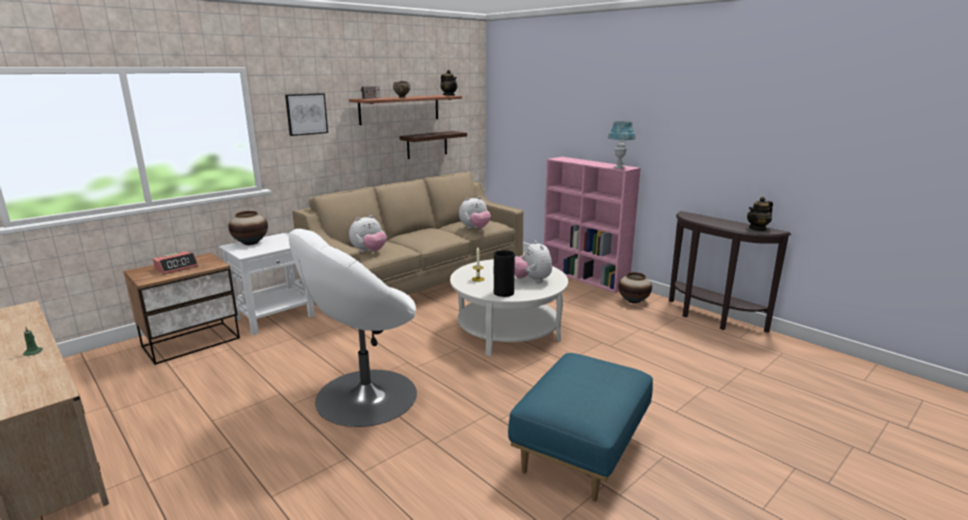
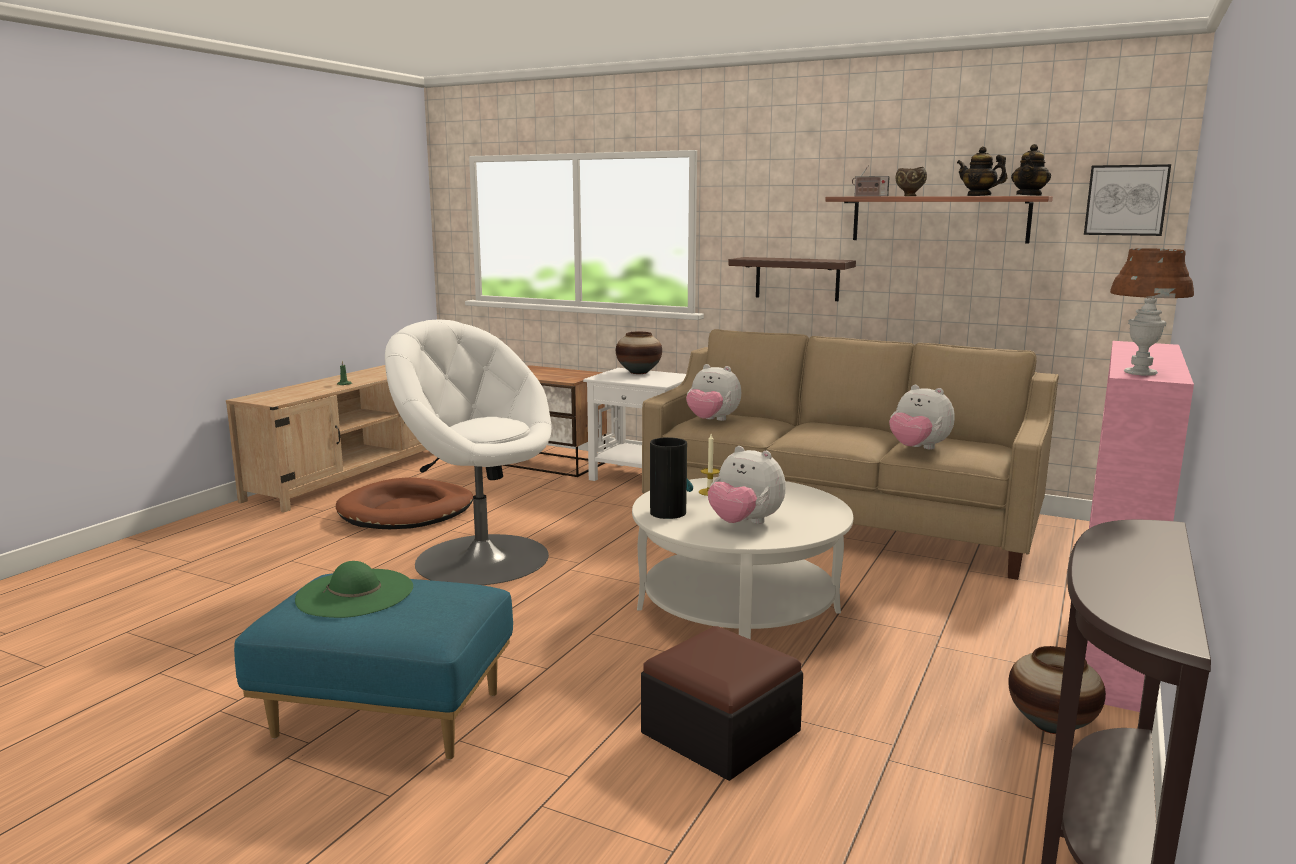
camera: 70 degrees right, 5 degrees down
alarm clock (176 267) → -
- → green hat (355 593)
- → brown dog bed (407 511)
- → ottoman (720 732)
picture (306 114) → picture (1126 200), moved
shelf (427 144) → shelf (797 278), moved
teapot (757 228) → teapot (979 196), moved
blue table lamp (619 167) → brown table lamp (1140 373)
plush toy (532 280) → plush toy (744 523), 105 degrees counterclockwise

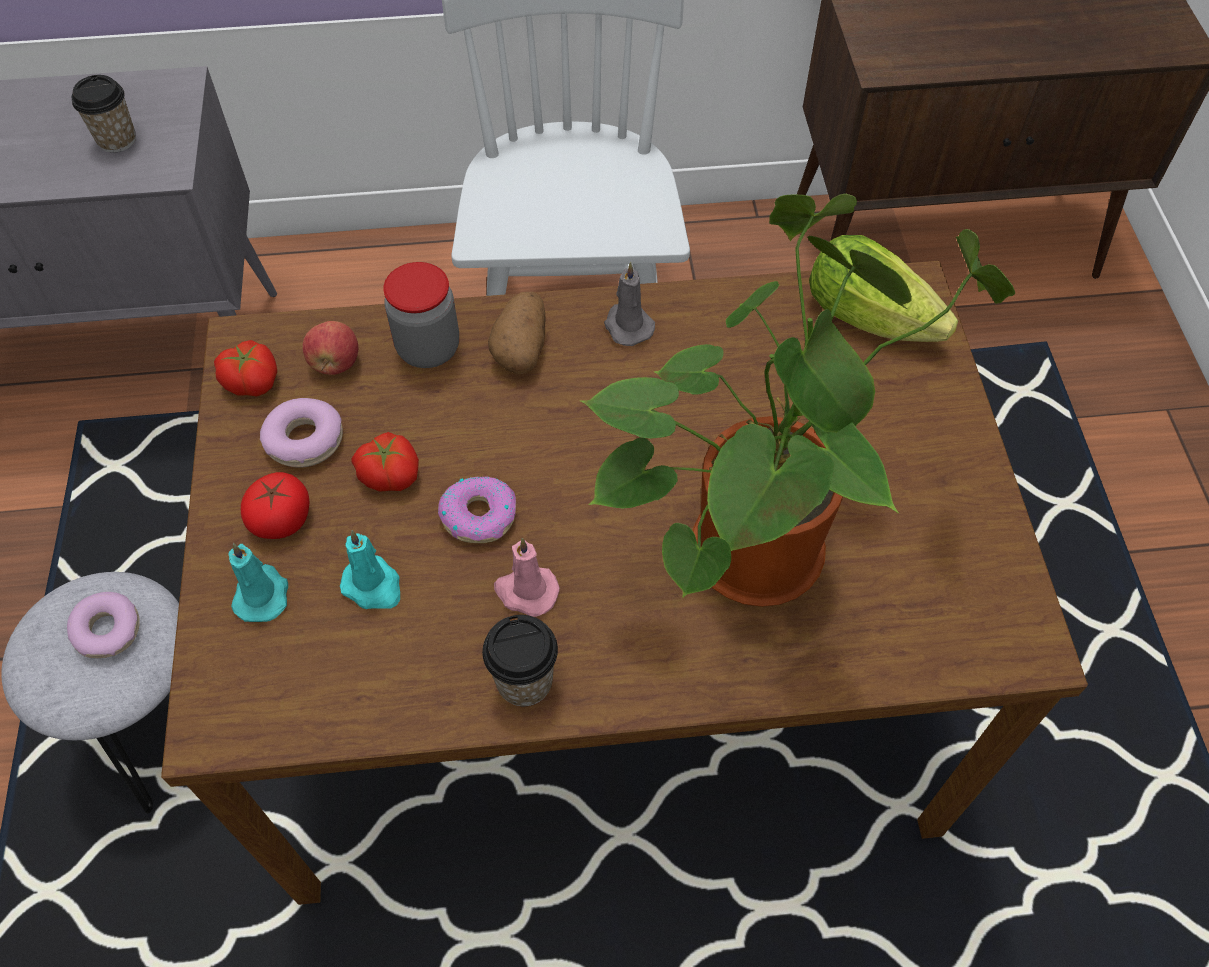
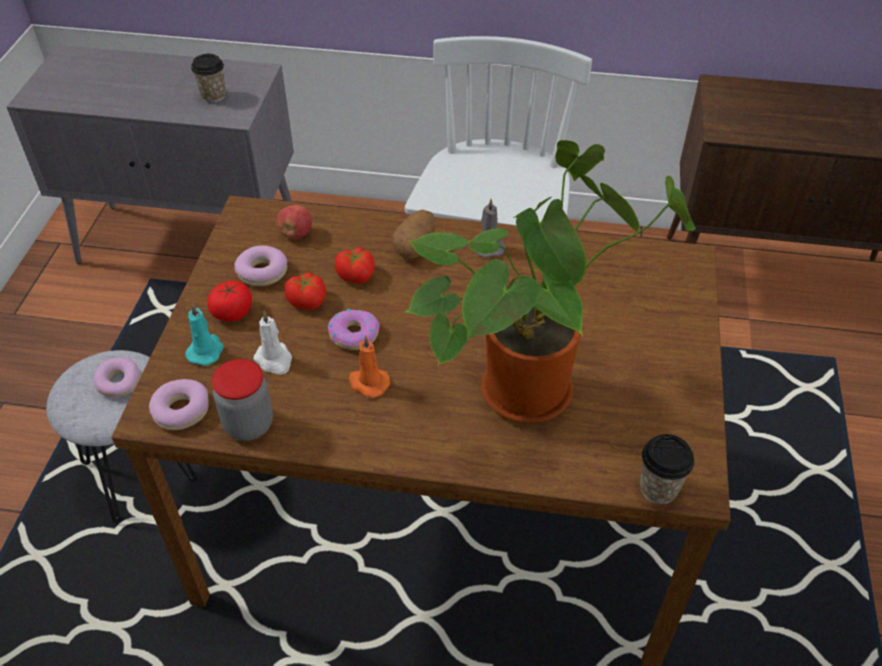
camera: 15 degrees right, 10 degrees down
lettuce (877 320) → -
- → donut (181 410)
tomato (253 380) → tomato (357 274), moved
jar (428 348) → jar (248 424), moved
cup (524 681) → cup (658 488), moved
turquoise candle (373 586) → white candle (274 360)
pink candle (525 591) → orange candle (368 383)

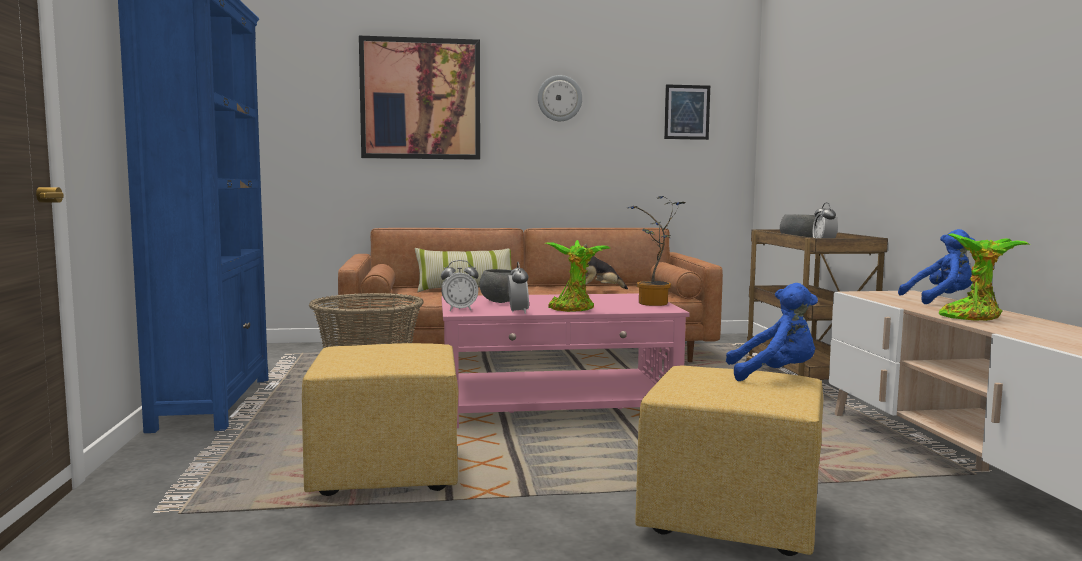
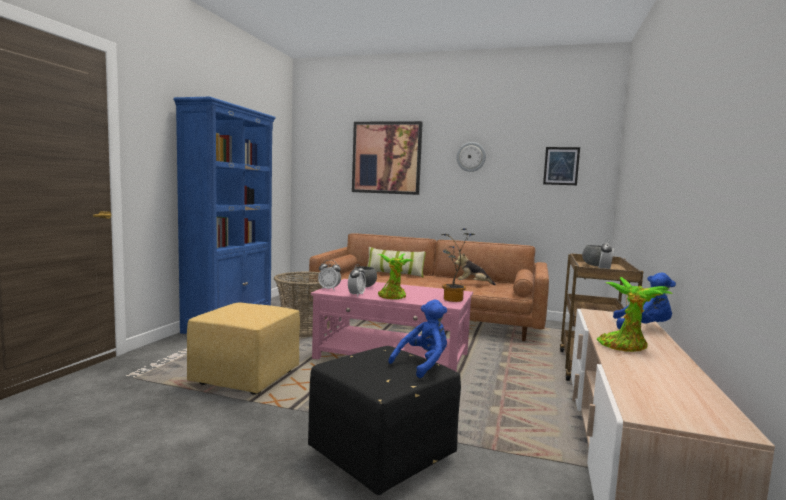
camera: 25 degrees right, 0 degrees up
yellow ottoman (733 520) → black ottoman (382 457)
blue plush toy (774 375) → blue plush toy (423 364), 75 degrees counterclockwise

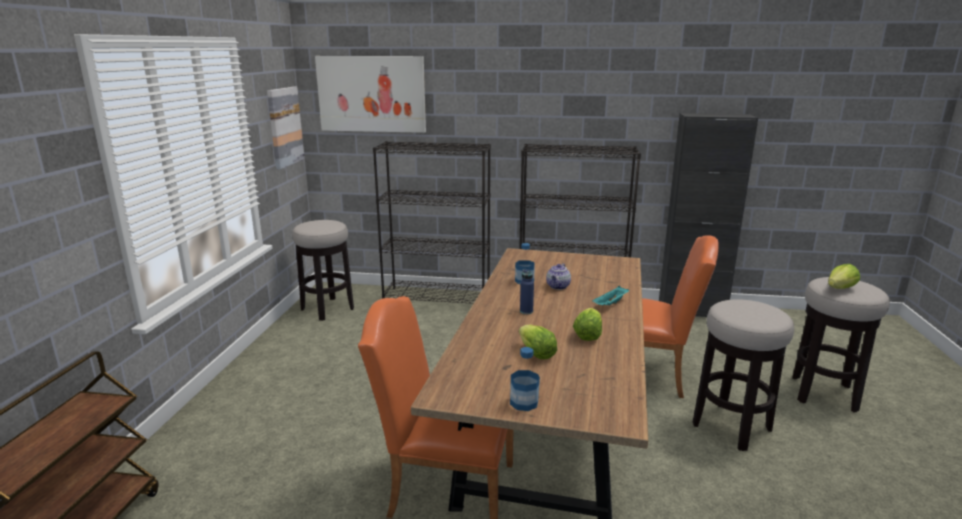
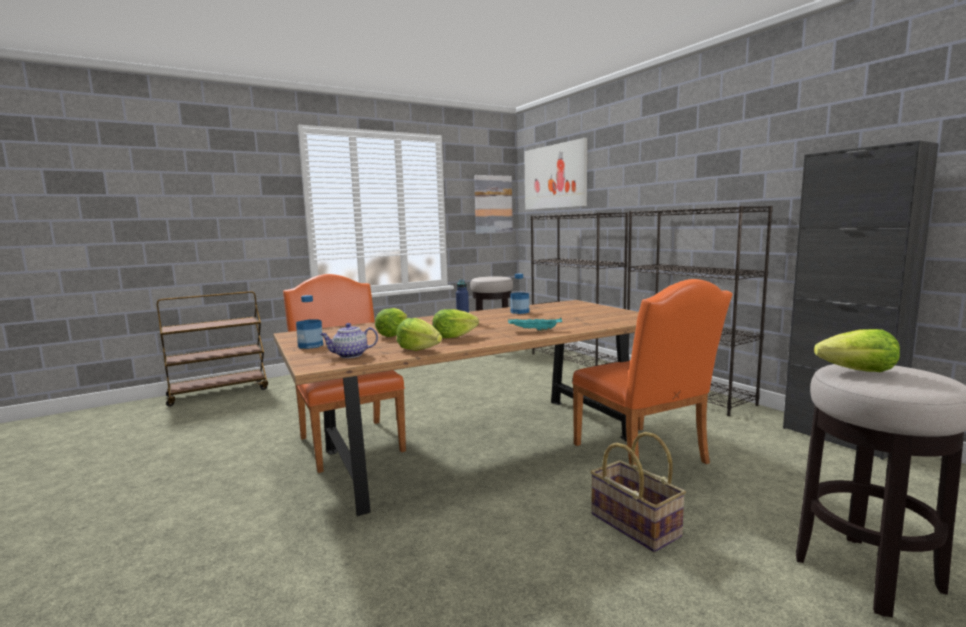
camera: 50 degrees right, 10 degrees down
- → lettuce (419 350)
teapot (558 287) → teapot (350 355), moved
stool (731 427) → basket (633 525)

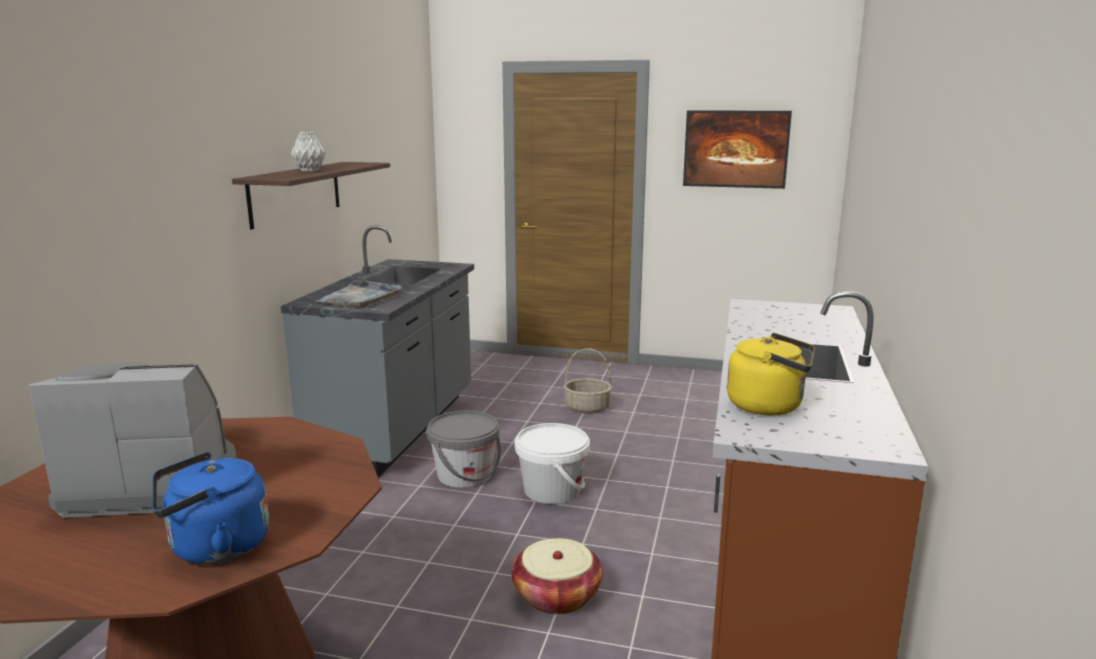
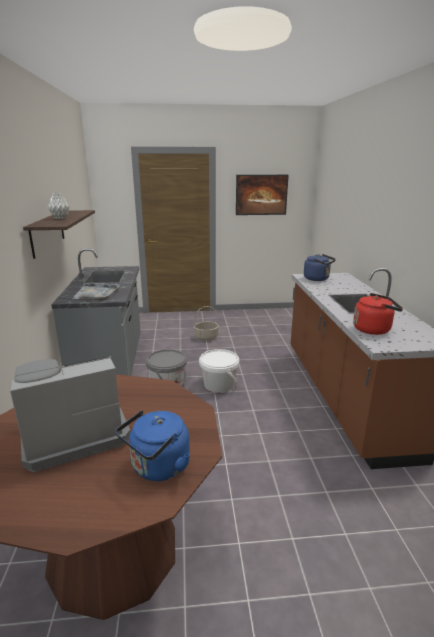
camera: 20 degrees left, 5 degrees up
basket (557 595) → -
- → blue kettle (318 279)
yellow kettle (769 406) → red kettle (373 329)

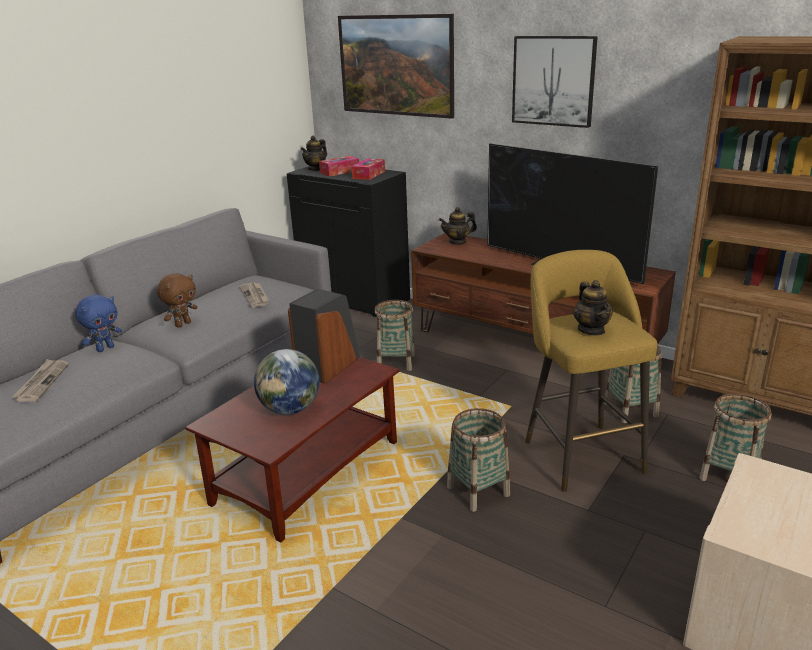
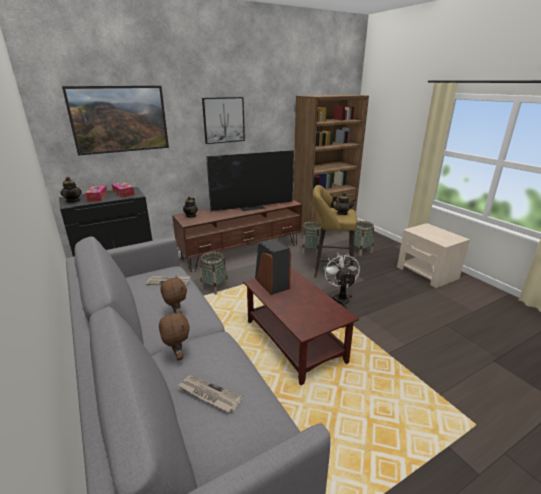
camera: 65 degrees left, 0 degrees up
globe (290 409) → -
basket (478 491) → white fan (340 298)
blue plush toy (105 348) → brown plush toy (177 355)

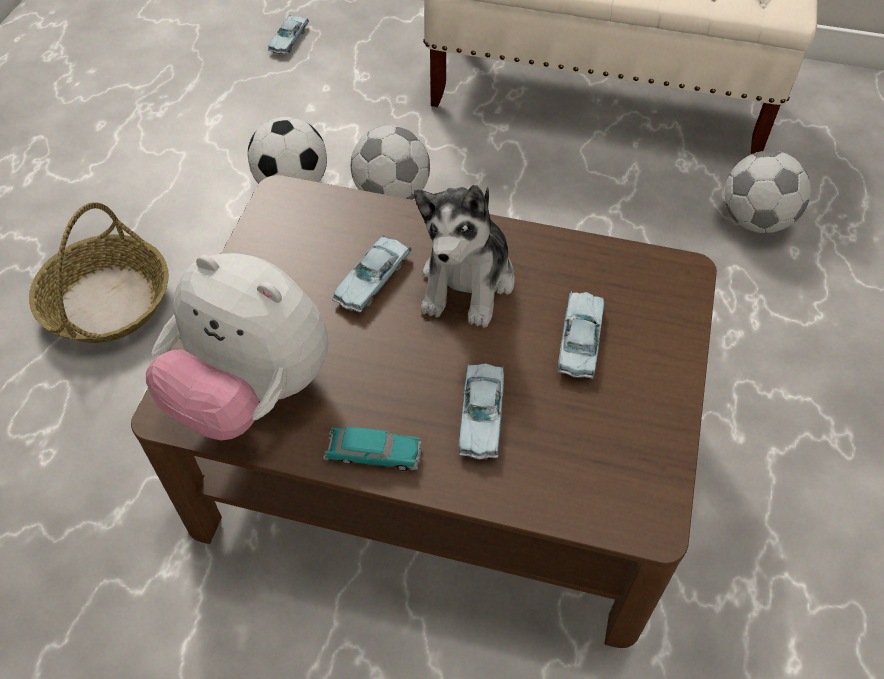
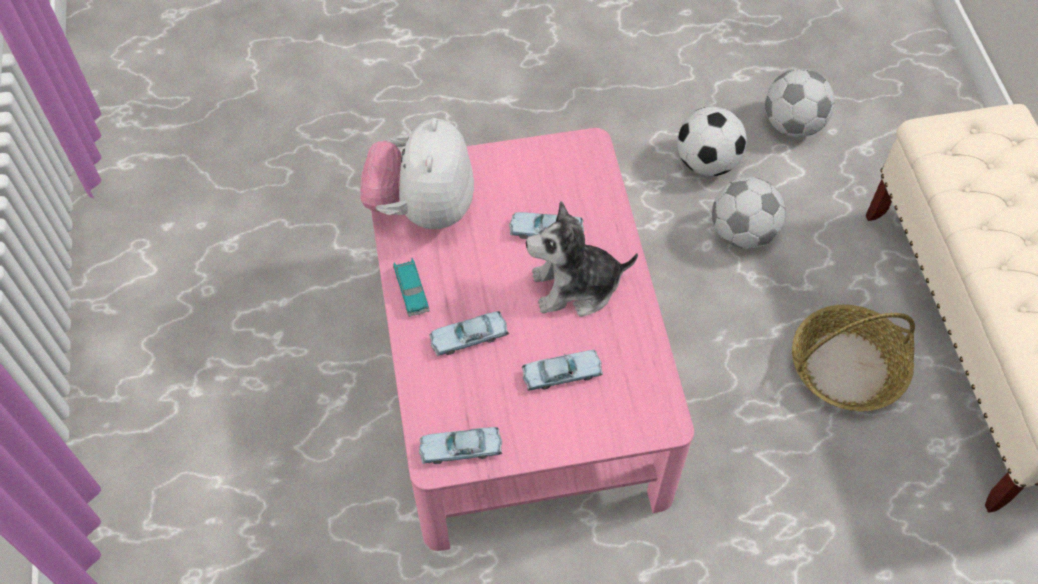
camera: 65 degrees right, 5 degrees up
basket (108 303) → basket (846 368), moved
blue toy car (289 40) → blue toy car (460 448), moved
football (755 220) → football (792 125), moved
brown coffee table (442 451) → pink coffee table (519 371)

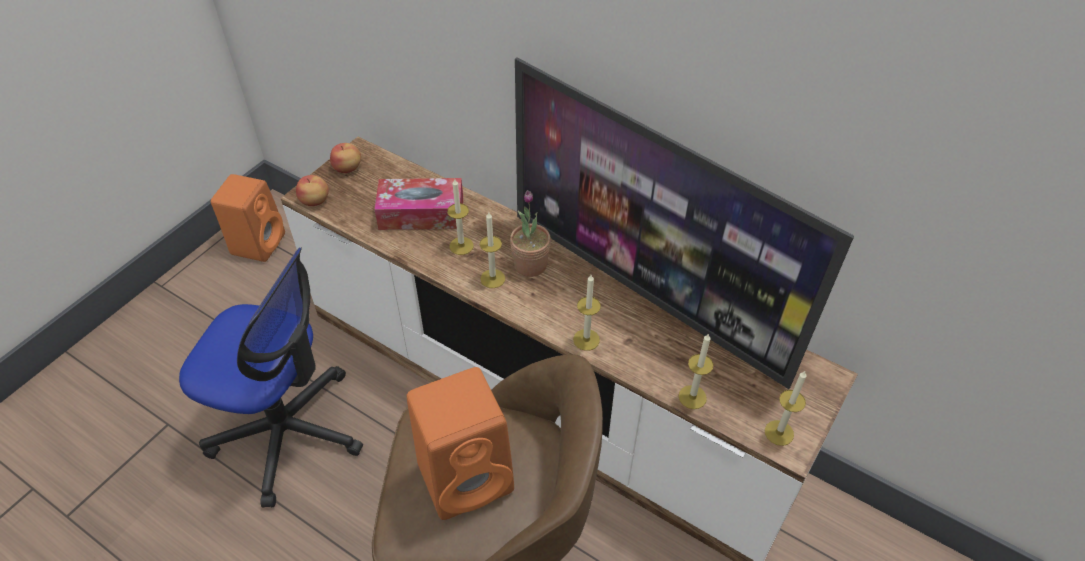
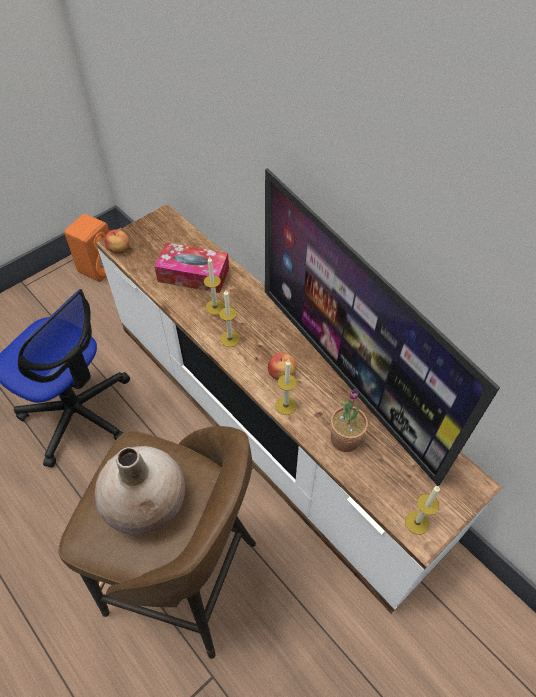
camera: 15 degrees right, 5 degrees up
candle (692 397) → -
apple (348 168) → apple (281 374), moved
potted plant (530 265) → potted plant (345 439), moved
orange speaker (468 475) → beige vase (146 502)

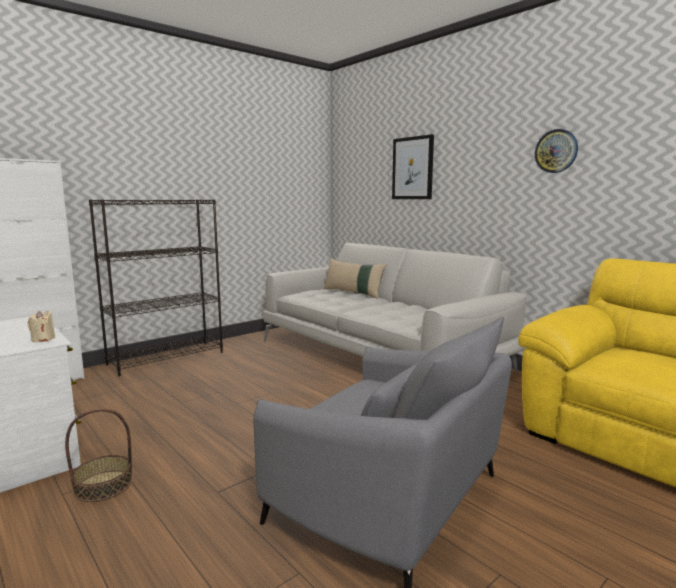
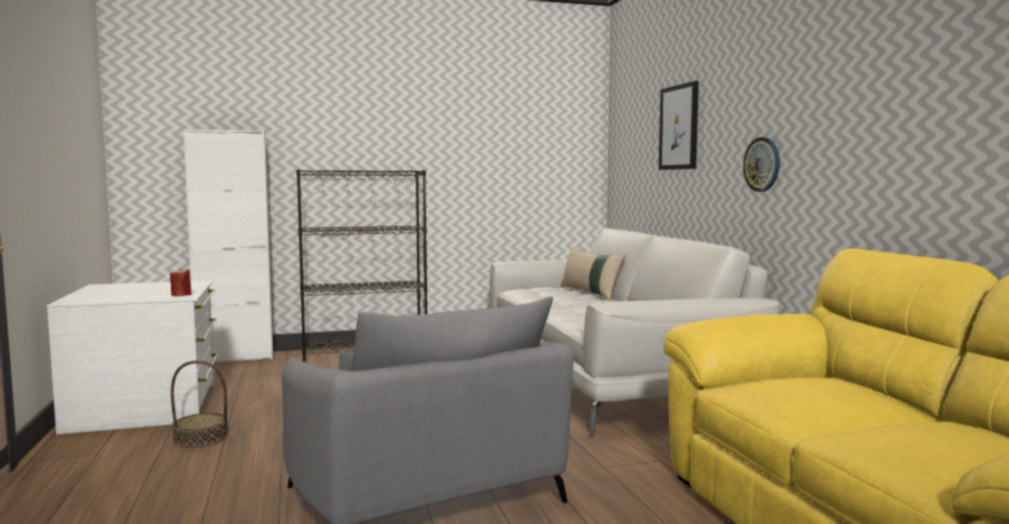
camera: 25 degrees right, 5 degrees down
wall clock (556 151) → wall clock (762 164), moved
beige candle (43 339) → red candle (181 295)

